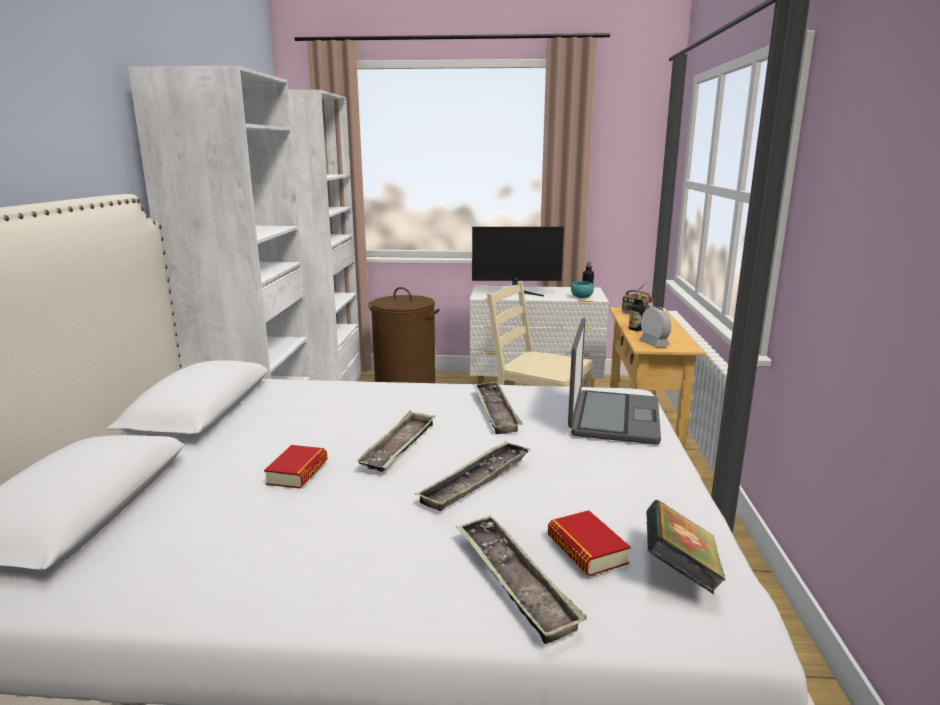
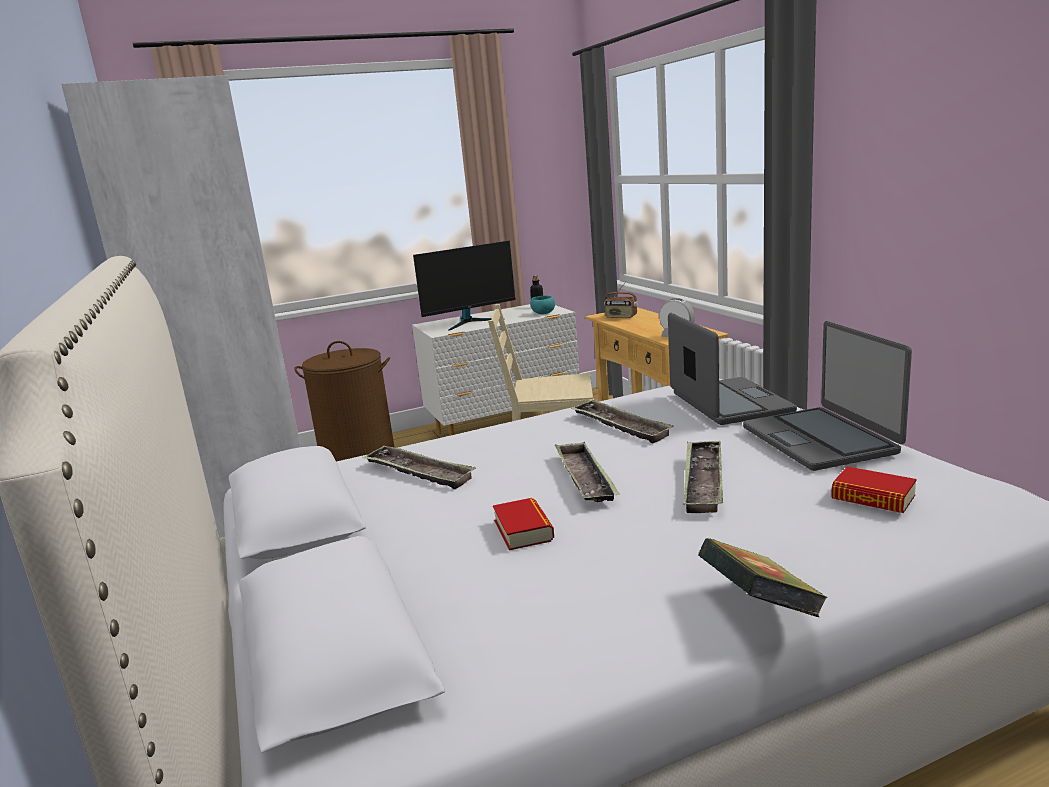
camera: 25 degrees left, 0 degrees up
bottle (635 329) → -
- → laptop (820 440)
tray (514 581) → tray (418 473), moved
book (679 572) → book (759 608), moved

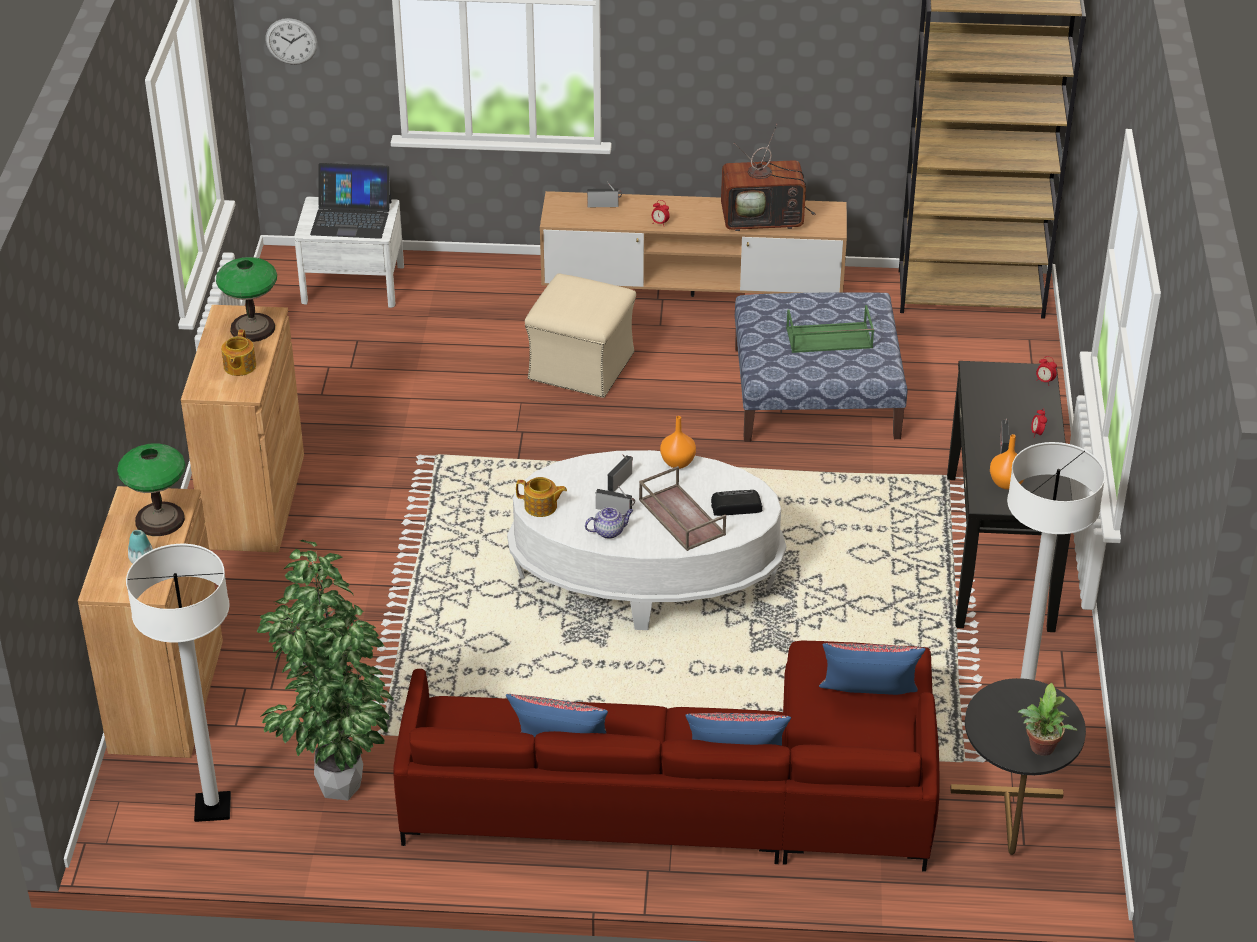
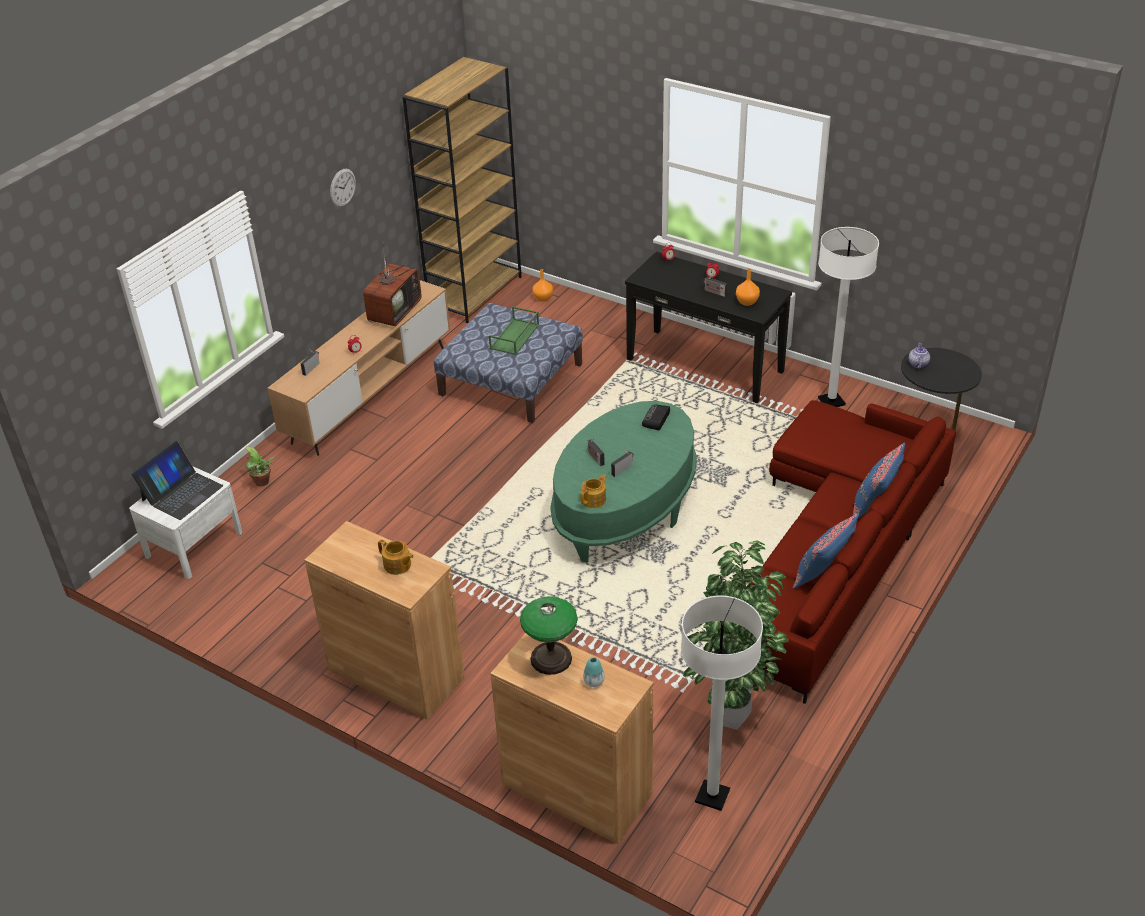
camera: 60 degrees left, 0 degrees up
table lamp (253 328) → -
beige ottoman (582 366) → -
brown tray (680 517) → -
blue pillow (867 700) → -
wall clock (291 41) → wall clock (342 187), moved
teapot (609 531) → teapot (918 363), moved
orange vase (677 462) → orange vase (542 298), moved
potted plant (1041 749) → potted plant (263 483), moved
white coffee table (646 576) → green coffee table (625 507)

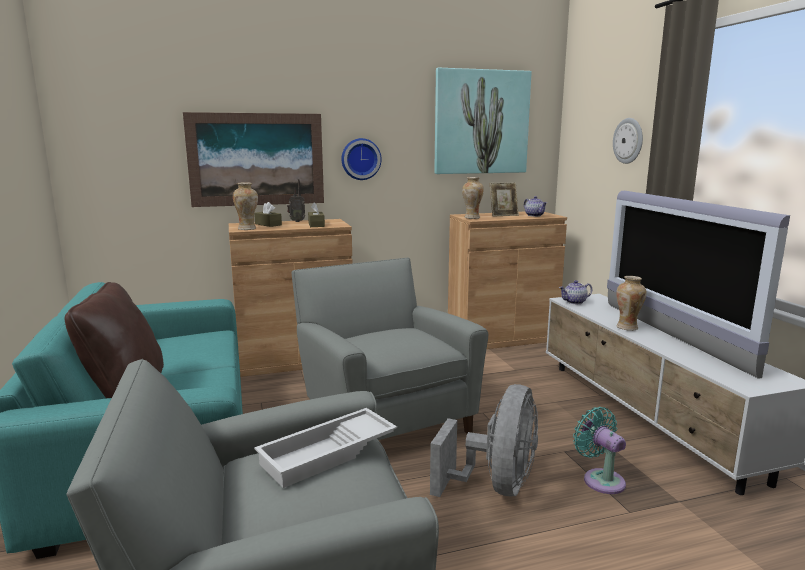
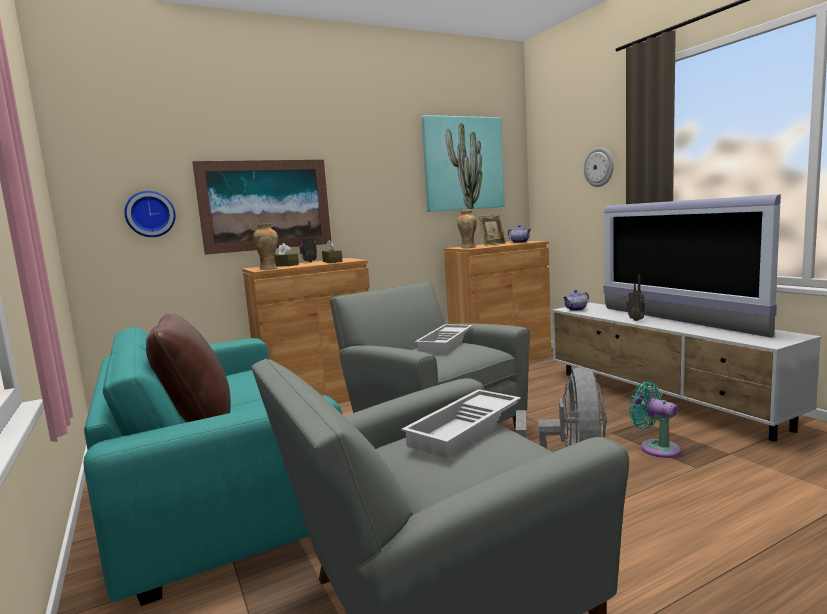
camera: 10 degrees left, 5 degrees down
- → white tray (446 343)
wall clock (360 159) → wall clock (150 214), moved
vase (627 327) → radio (636 320)

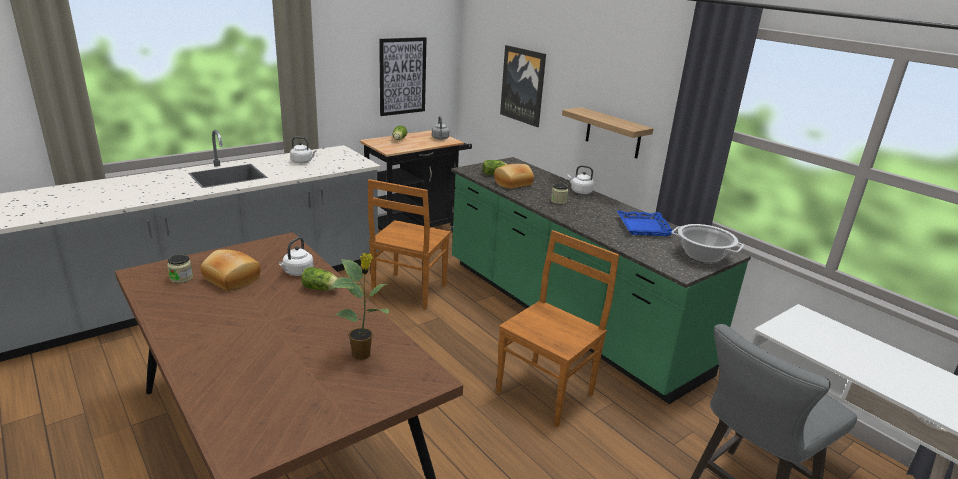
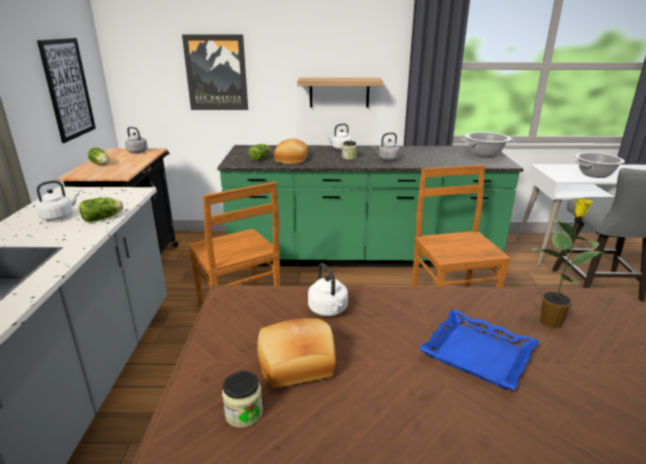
camera: 50 degrees left, 0 degrees up
- → grey kettle (387 159)
- → cooking pot (595 174)
lettuce (321 289) → lettuce (104 218), moved
blue tray (643 227) → blue tray (477 354), moved

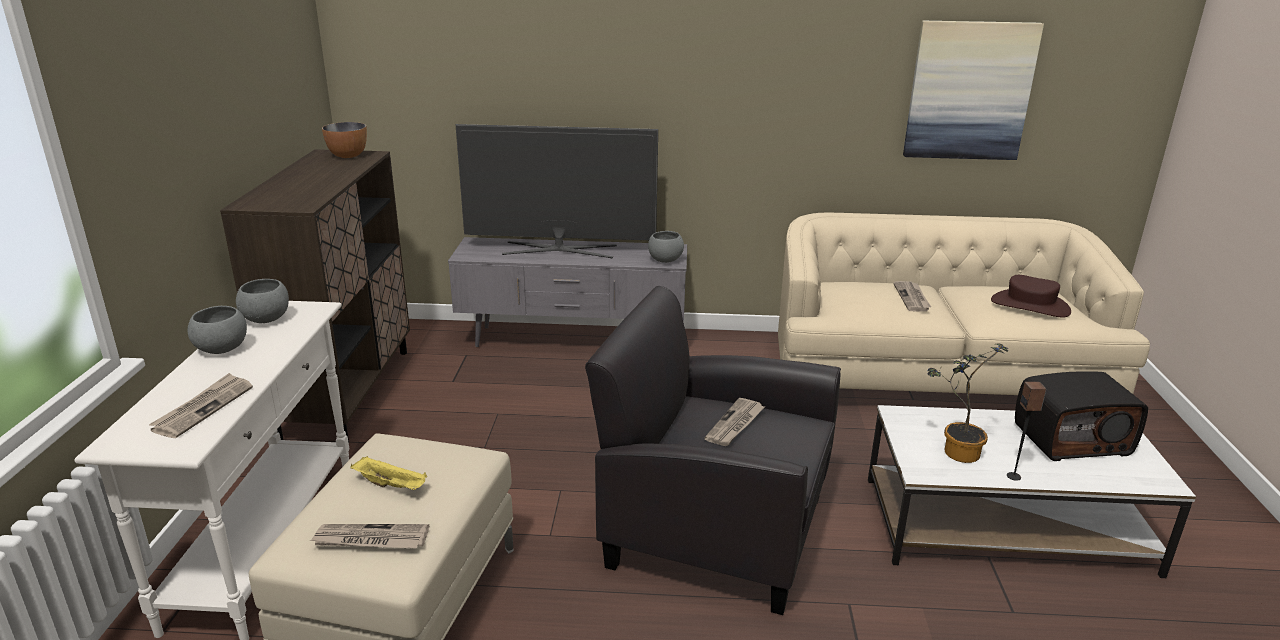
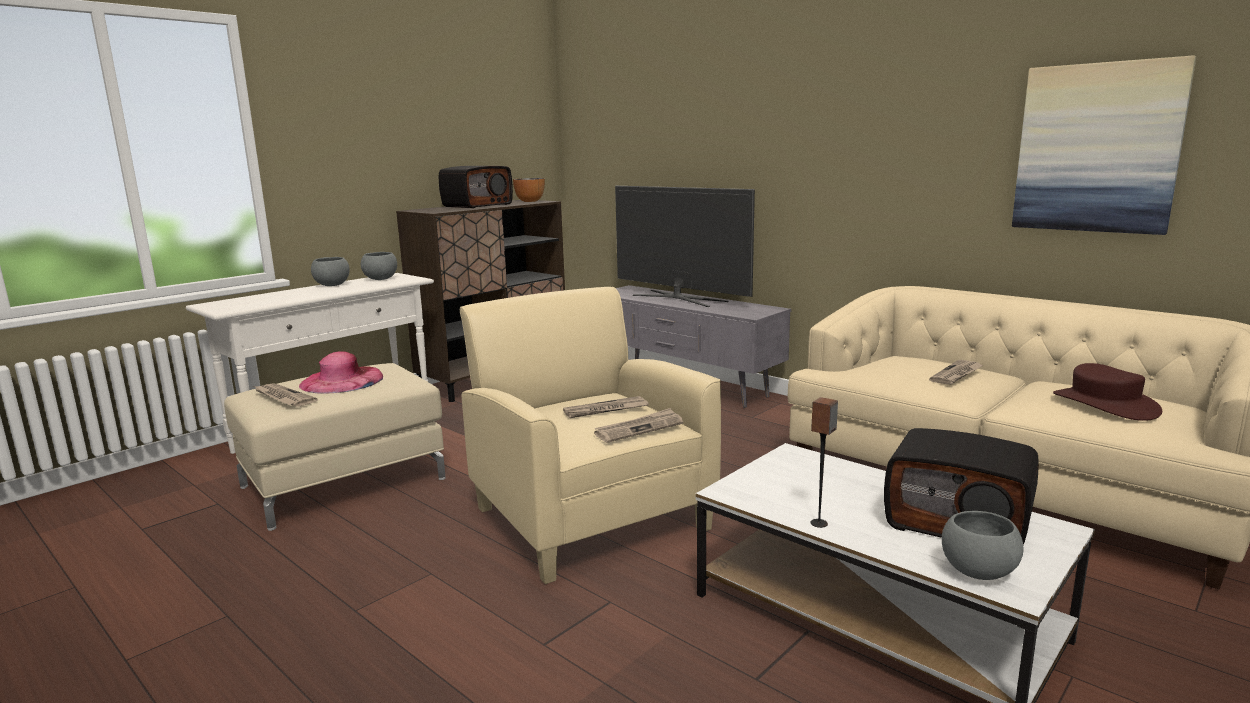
camera: 40 degrees right, 10 degrees down
potted plant (956 451) → -
- → radio (477 205)
newspaper (203 408) → newspaper (639 428), moved
grey bowl (665 260) → grey bowl (977 571), moved
yellow tray (392 485) → pink hat (342 380)
black armchair (714 530) → beige armchair (589 516)

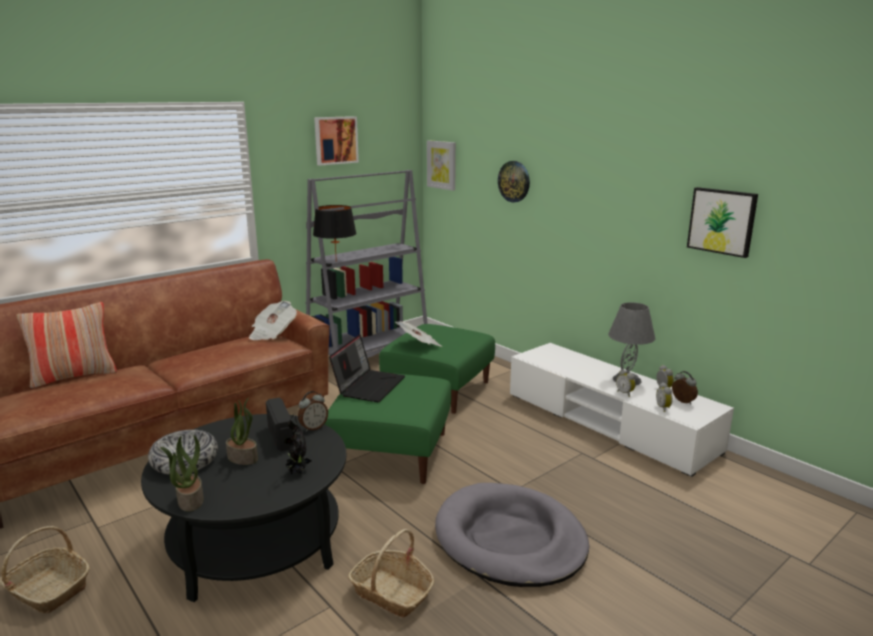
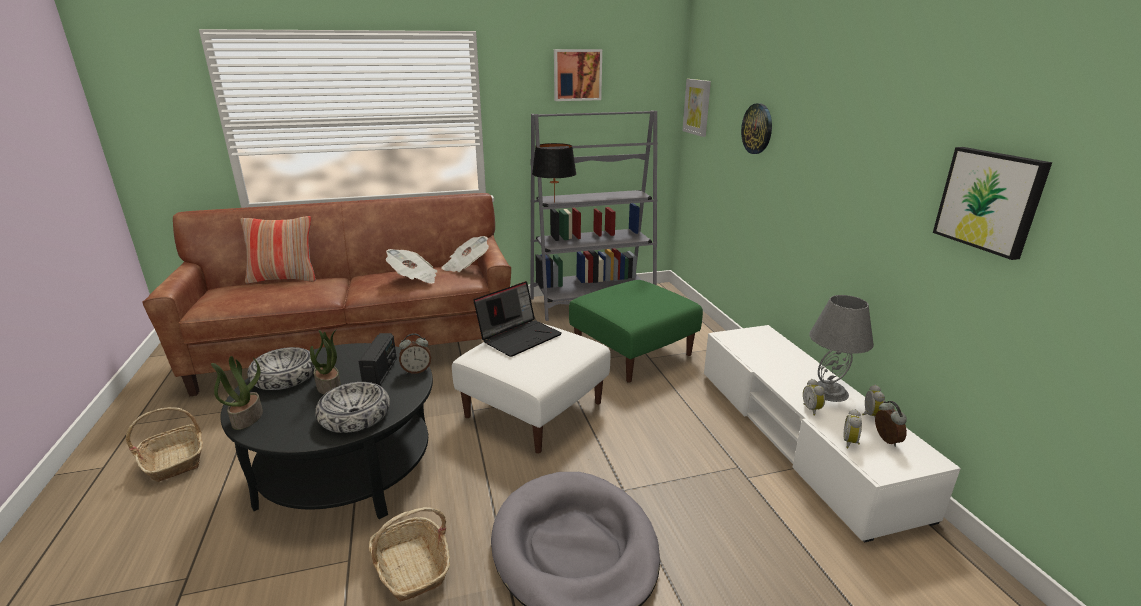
camera: 25 degrees right, 5 degrees up
newspaper (419 345) → newspaper (414 278), moved
potted plant (297 473) → bowl (355 416)
green ottoman (391 452) → white ottoman (534 409)

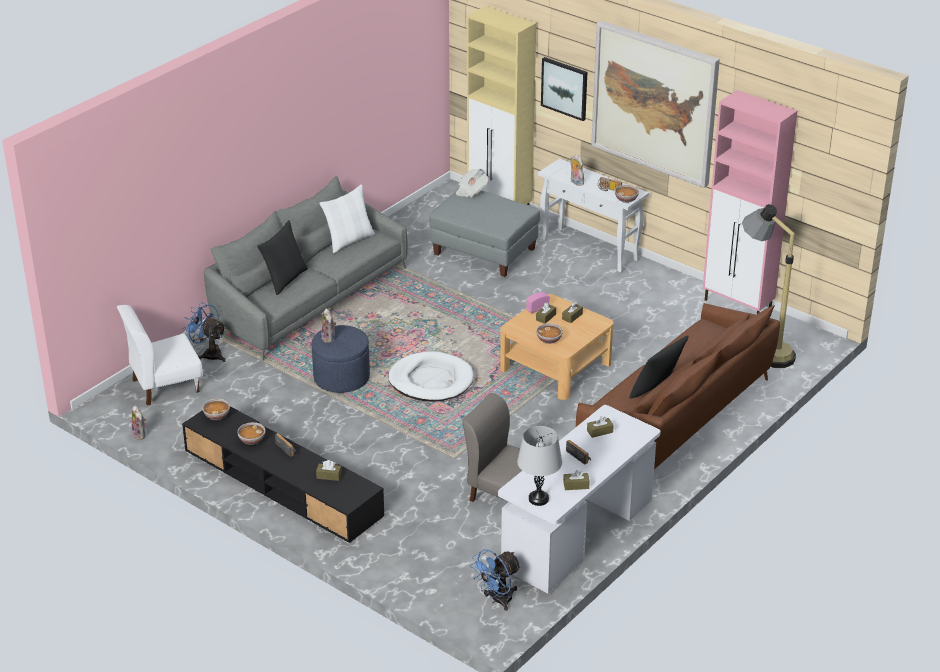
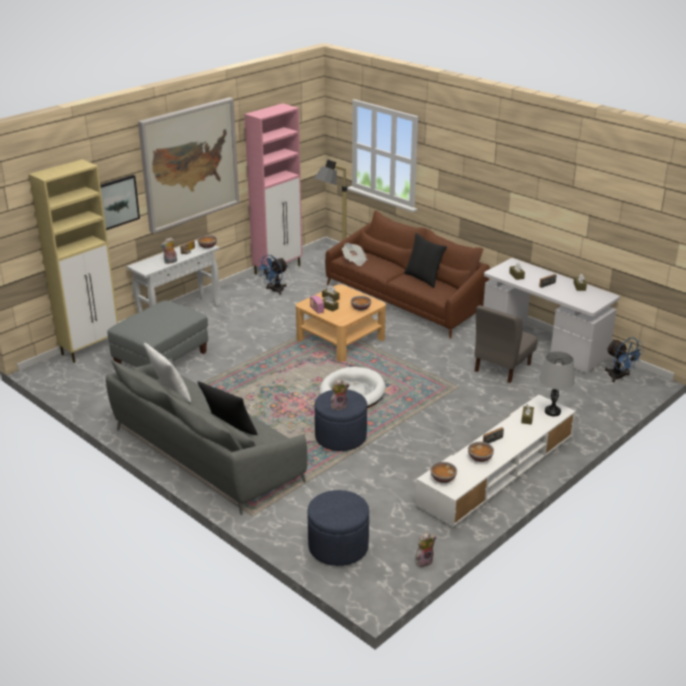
camera: 85 degrees left, 5 degrees down
blue fan (209 353) → blue fan (274 290), moved
newspaper (471 191) → newspaper (354 261), moved
grey table lamp (538 499) → grey table lamp (552 412), moved
white chair (165 385) → blue ottoman (338 546)
black tv stand (282 484) → white tv stand (497 470)

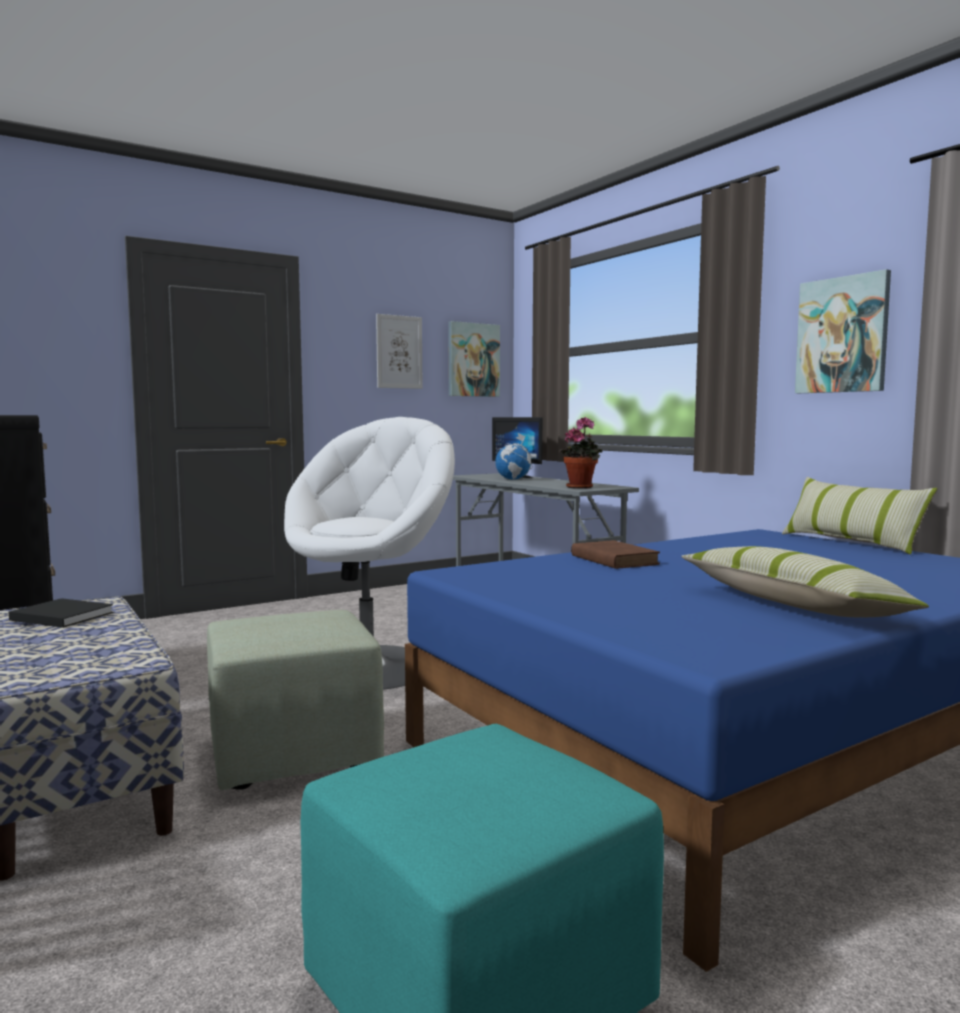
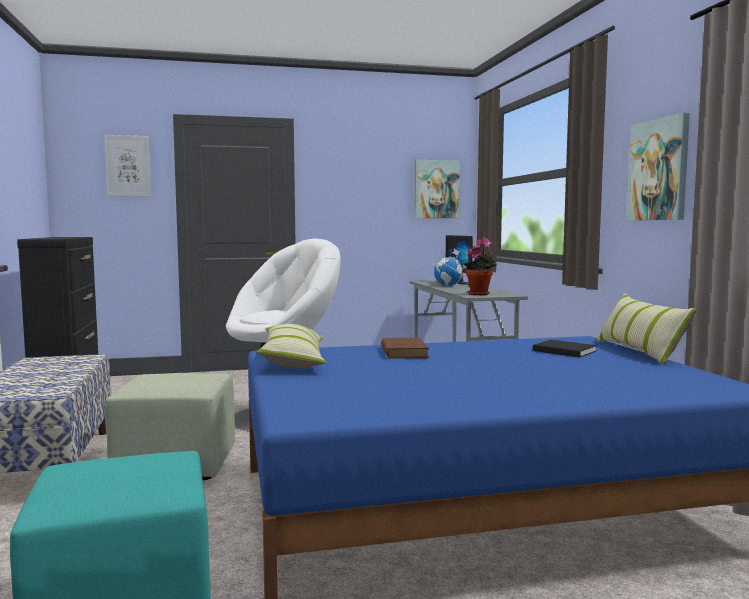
camera: 20 degrees right, 0 degrees up
black book (60 616) → black book (562 350), moved
picture (399 352) → picture (128 166), moved
pillow (792 605) → pillow (293 360), moved

